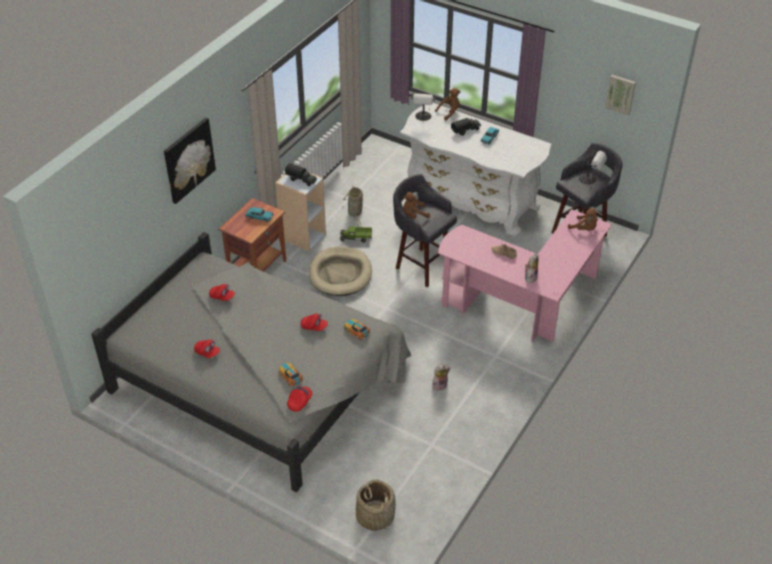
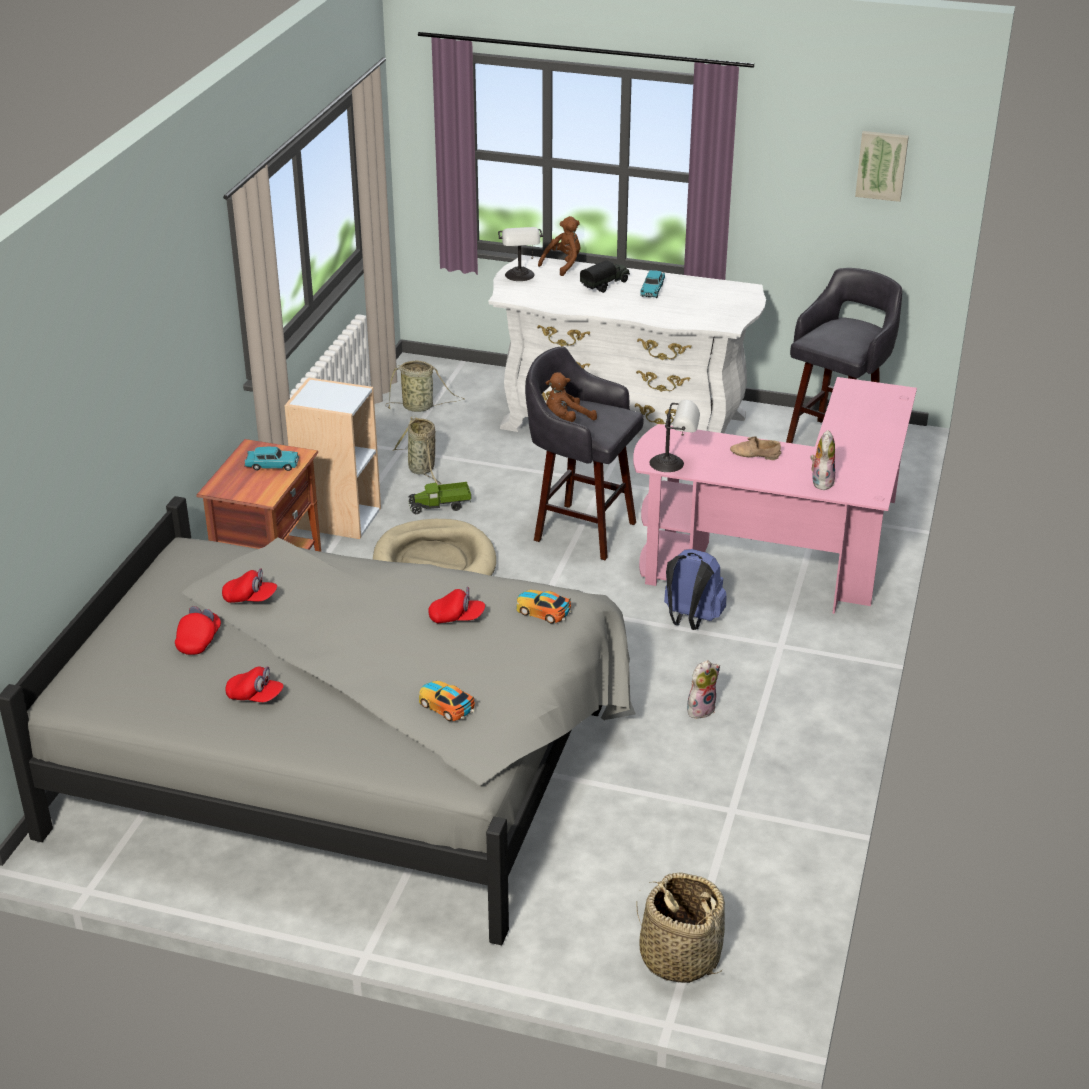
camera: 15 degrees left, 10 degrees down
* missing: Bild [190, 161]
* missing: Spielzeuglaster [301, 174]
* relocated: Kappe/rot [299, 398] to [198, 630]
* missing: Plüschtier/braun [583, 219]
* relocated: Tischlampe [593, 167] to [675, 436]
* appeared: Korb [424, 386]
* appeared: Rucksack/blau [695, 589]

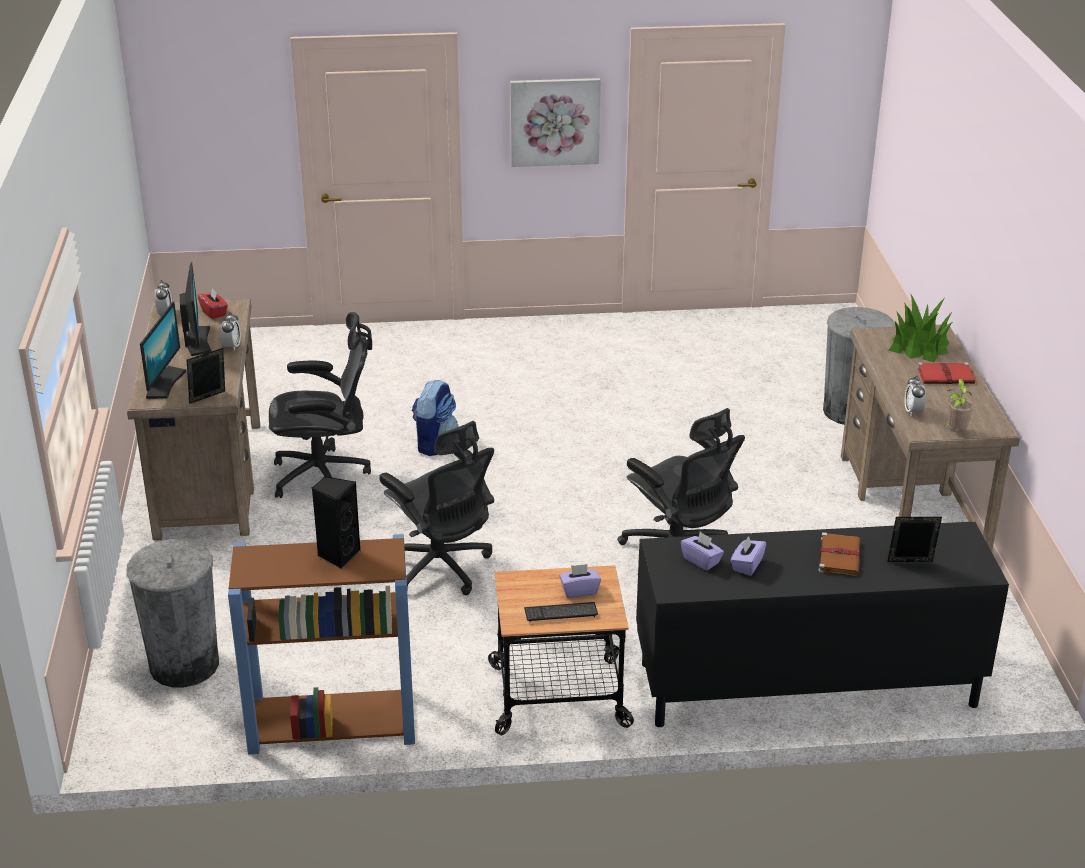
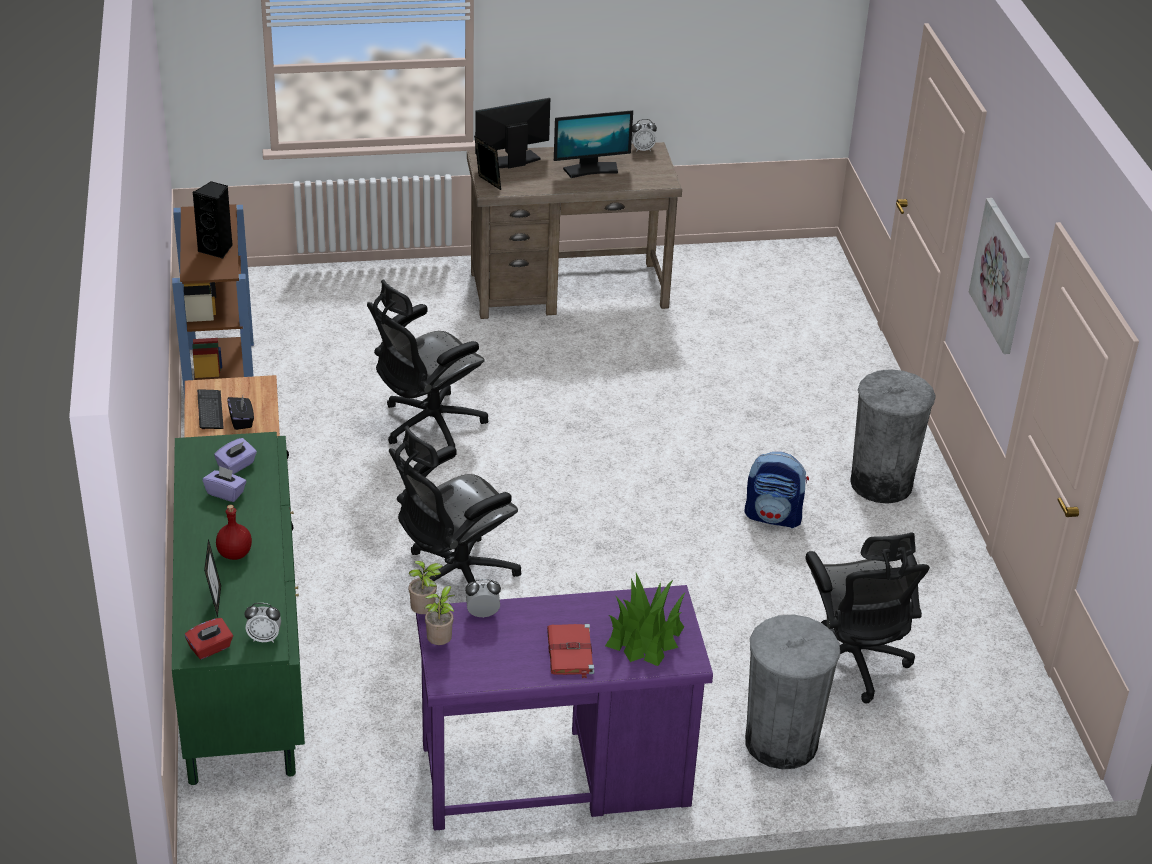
camera: 85 degrees right, 5 degrees up
* relocated: Mülleimer/grau [172, 613] to [893, 436]
* spun: Monitor [163, 350] = [512, 133] 150 degrees clockwise
* relocated: Taschentuchbox/rot [213, 303] to [209, 638]
* relocated: Wecker [231, 331] to [262, 623]
* relocated: Bürostuhl [320, 405] to [867, 618]
* relocated: Rucksack [435, 418] to [776, 490]
* colour: Taschentuchbox/lila [580, 581] to Taschentuchbox/schwarz [240, 413]
* colour: Schrank/schwarz [822, 624] to Schrank/grün [238, 608]
* exchanged: Buch/braun [839, 554] to Flasche/rot [234, 532]
* colour: Schreibtisch/braun [930, 438] to Schreibtisch/lila [564, 708]
* appeared: Topfpflanze [426, 587]

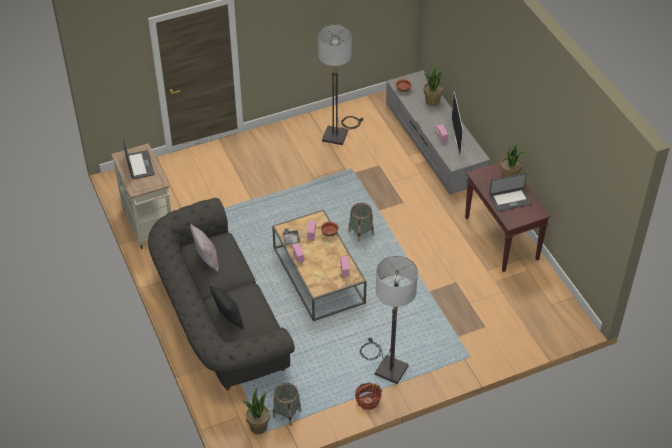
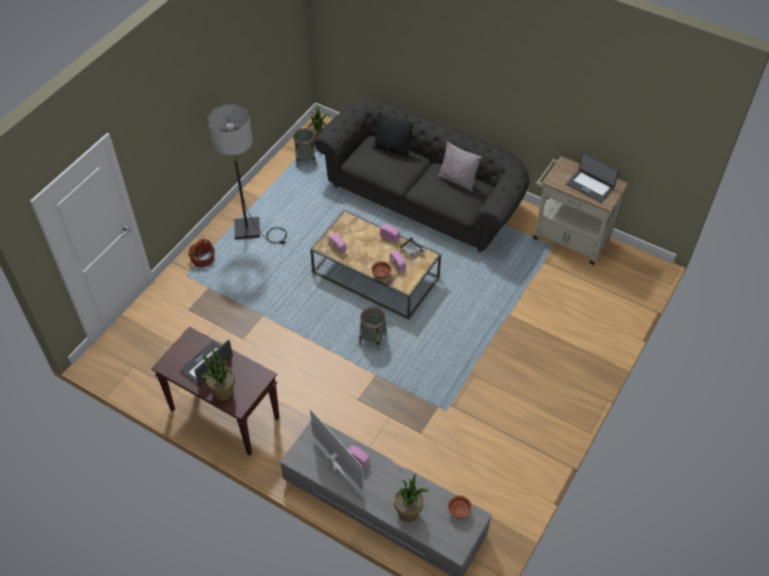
camera: 145 degrees right, 5 degrees up
* missing: Stehlampe [340, 84]
* relocated: Korb [368, 396] to [201, 253]

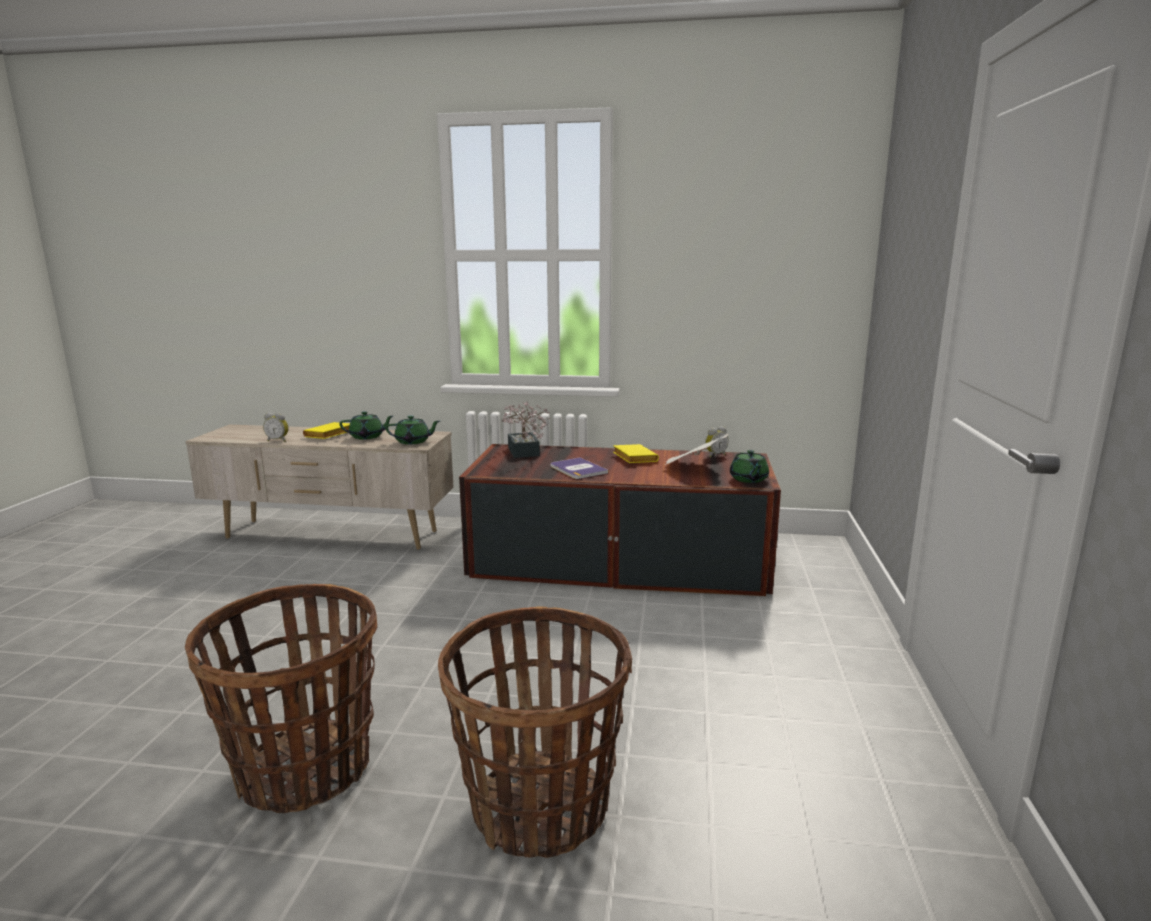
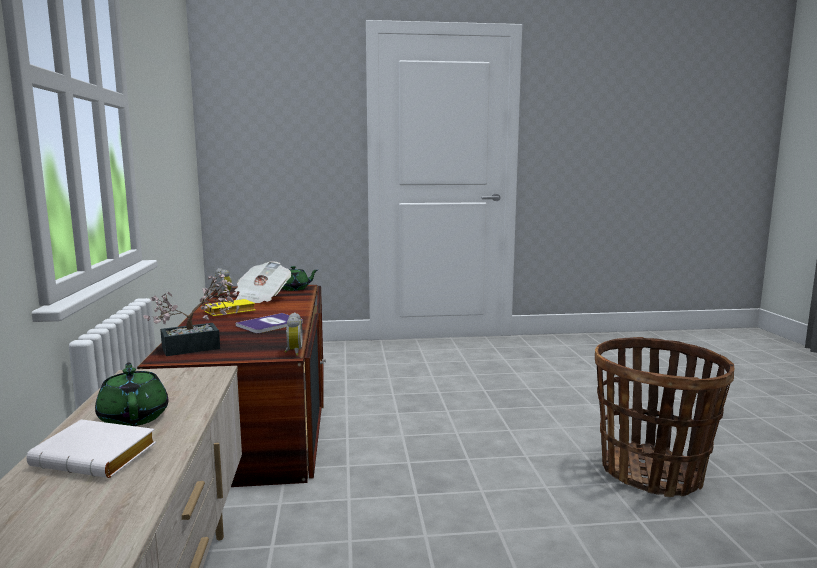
camera: 105 degrees left, 5 degrees down
* relocated: Wecker [276, 427] to [293, 334]
* colour: Buch/gelb [326, 430] to Buch/weiß [91, 448]
* missing: Teekanne/grün [412, 430]
* missing: Korb [535, 732]

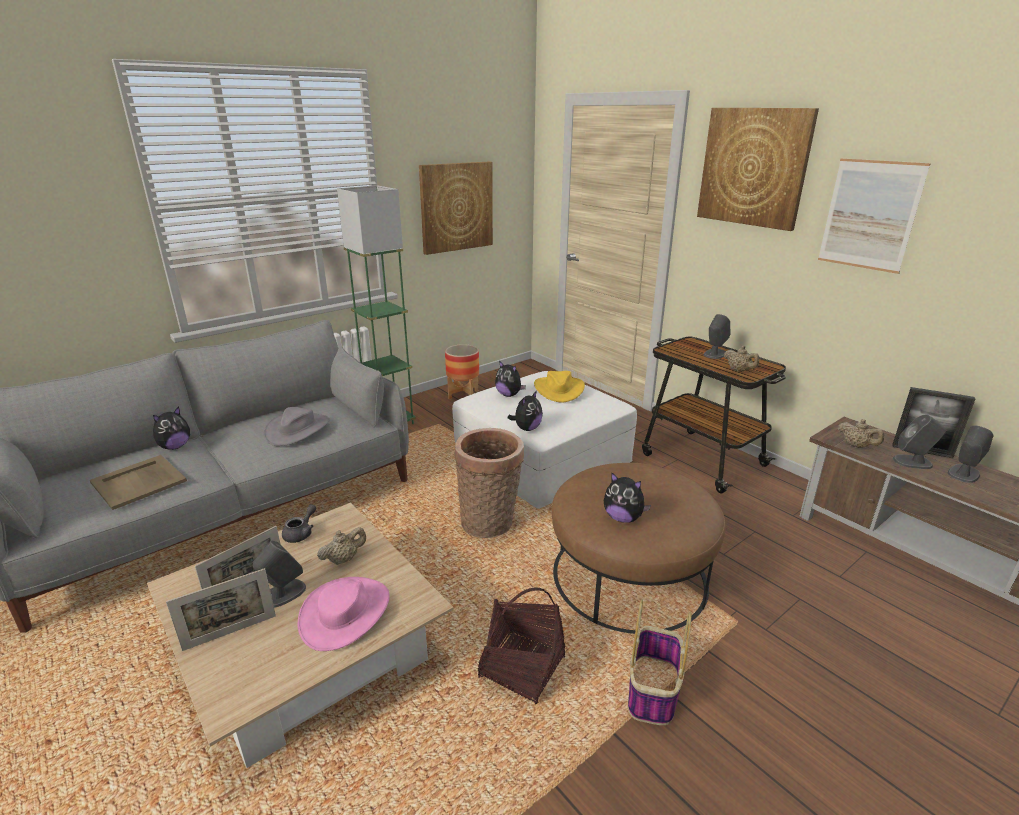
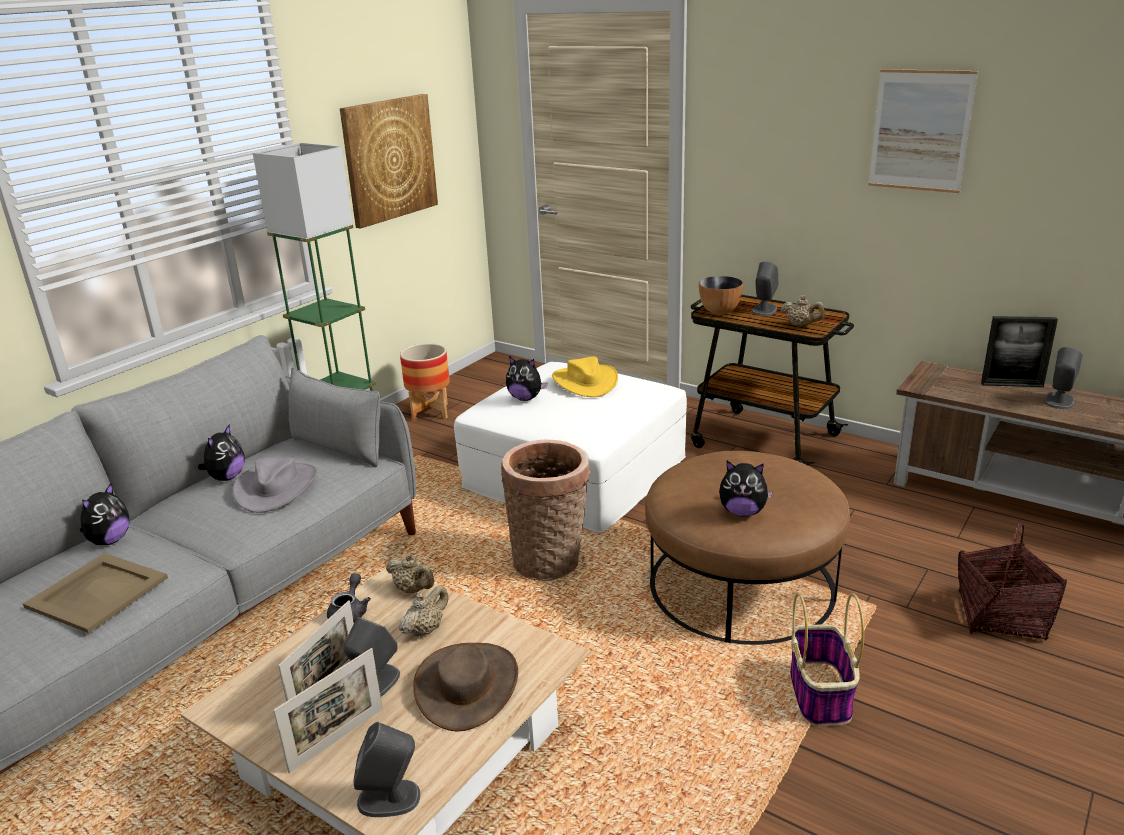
camera: 15 degrees left, 0 degrees up
* colour: Hut/rosa [344, 614] to Hut/braun [465, 687]
* relocated: Korb [521, 645] to [1012, 581]
* relocated: Plüschtier [525, 411] to [221, 453]
* missing: Bild [758, 169]
* relocated: Teekanne/beige [861, 433] to [410, 573]
* relocated: Lautsprecher/grau [919, 441] to [387, 769]
* appeared: Schüssel [721, 295]

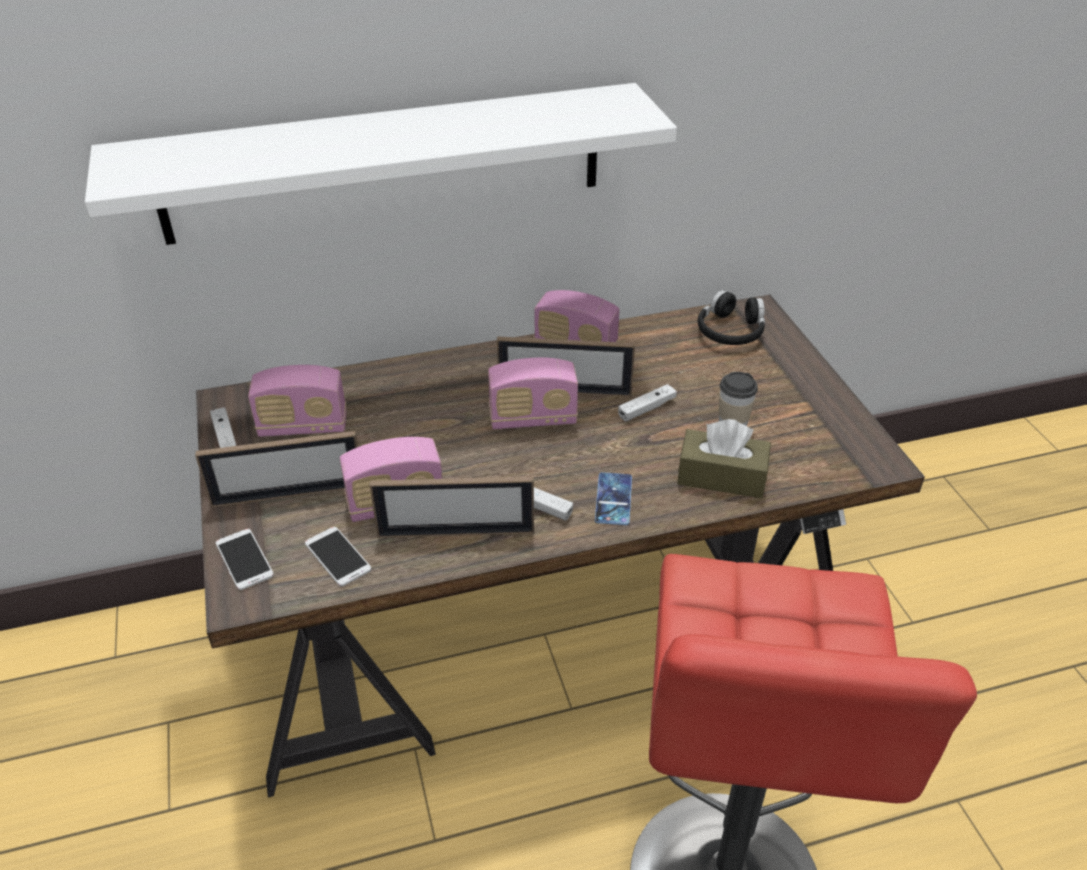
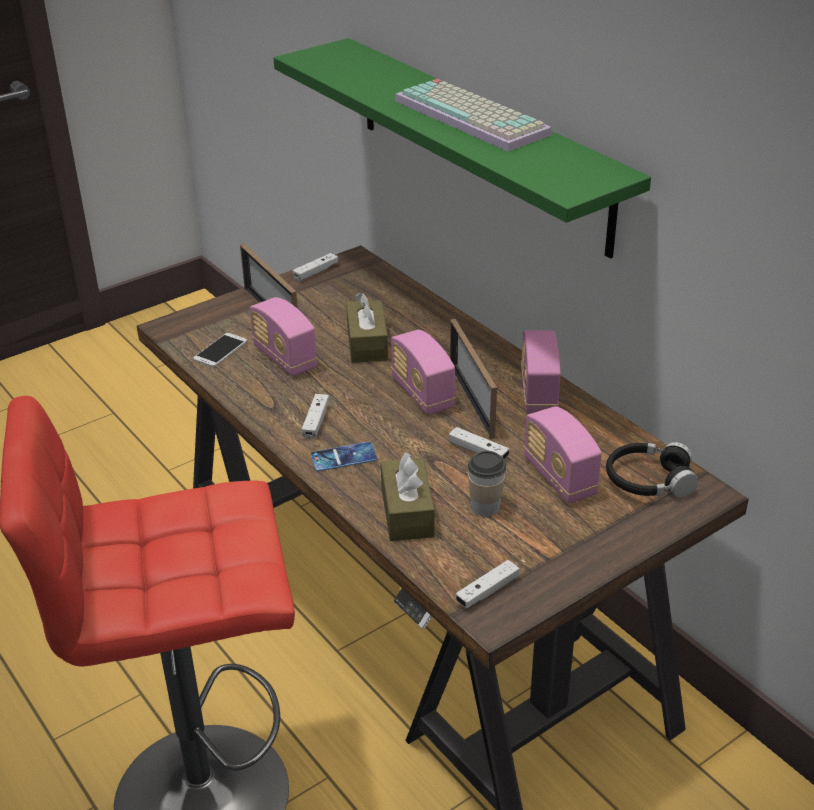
camera: 70 degrees right, 5 degrees down
* colour: Wandregal/weiß [381, 164] to Wandregal/grün [462, 148]
* missing: Handy [245, 559]
* relocated: Radio [297, 401] to [563, 454]
* missing: Bilderrahmen [452, 507]
* appeared: Taschentuchbox/braun [367, 327]
* appeared: Tastatur [473, 115]
* appeared: Gamepad/weiß [487, 584]

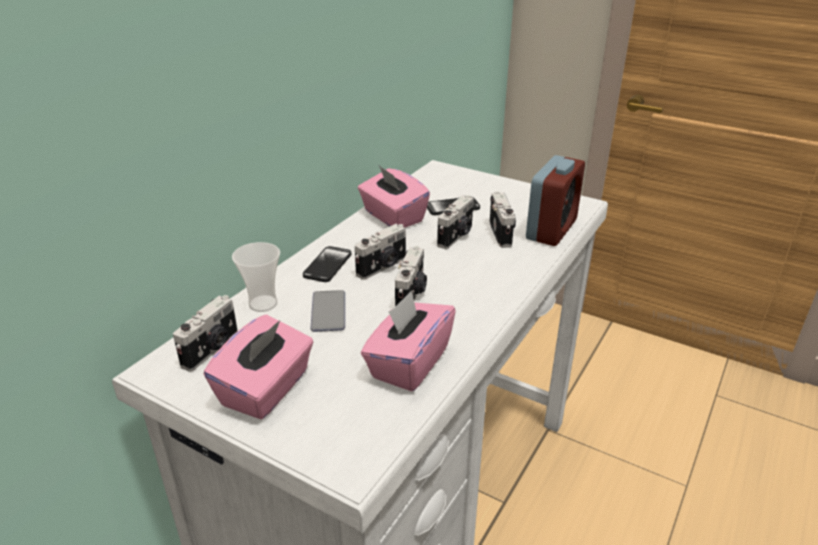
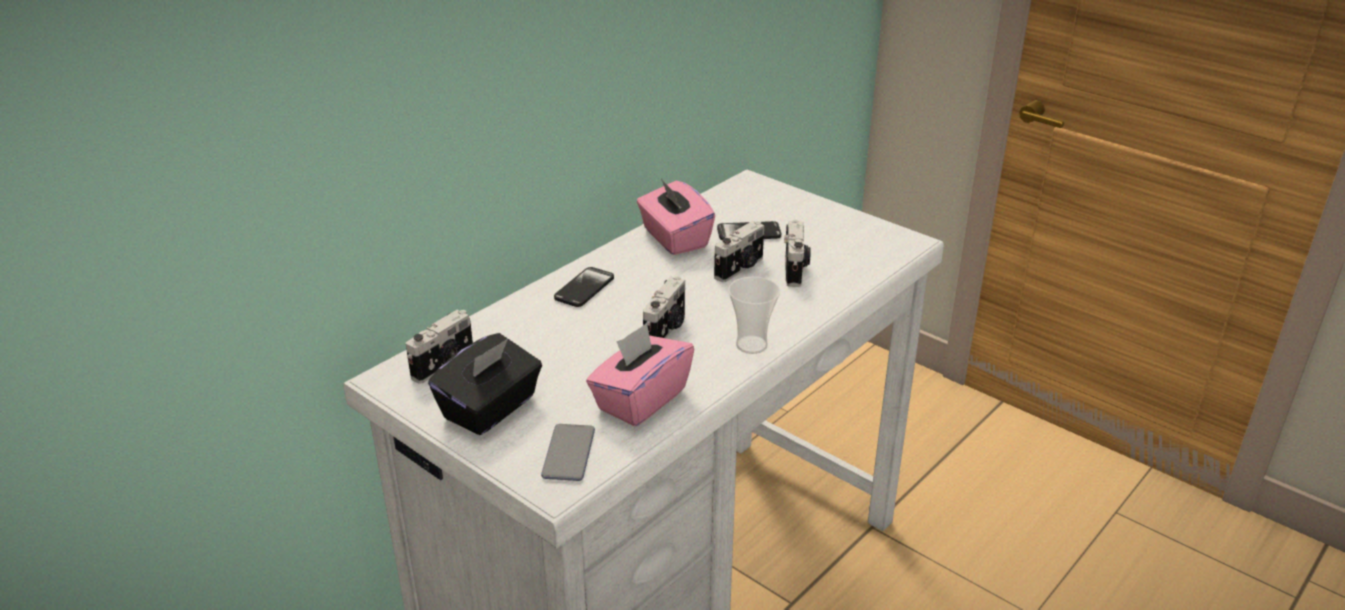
camera: 10 degrees right, 0 degrees up
* colour: Taschentuchbox/rosa [258, 366] to Taschentuchbox/schwarz [485, 384]
* relocated: Tasse [256, 277] to [754, 315]
* relocated: Handy [327, 311] to [568, 452]
* missing: Kamera [380, 252]
* missing: Wecker [555, 200]

